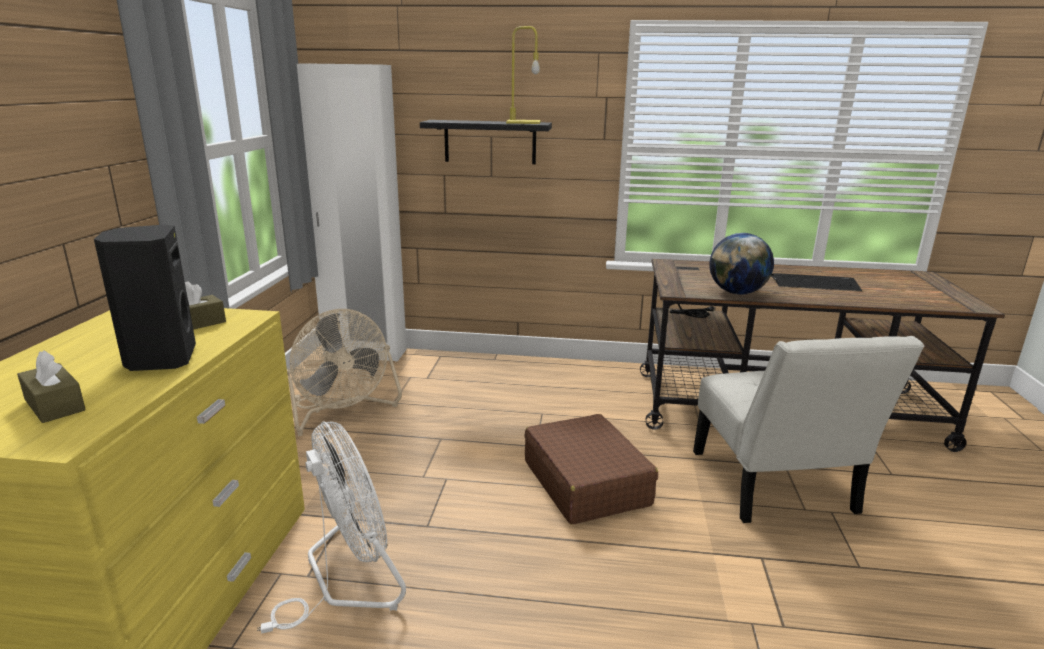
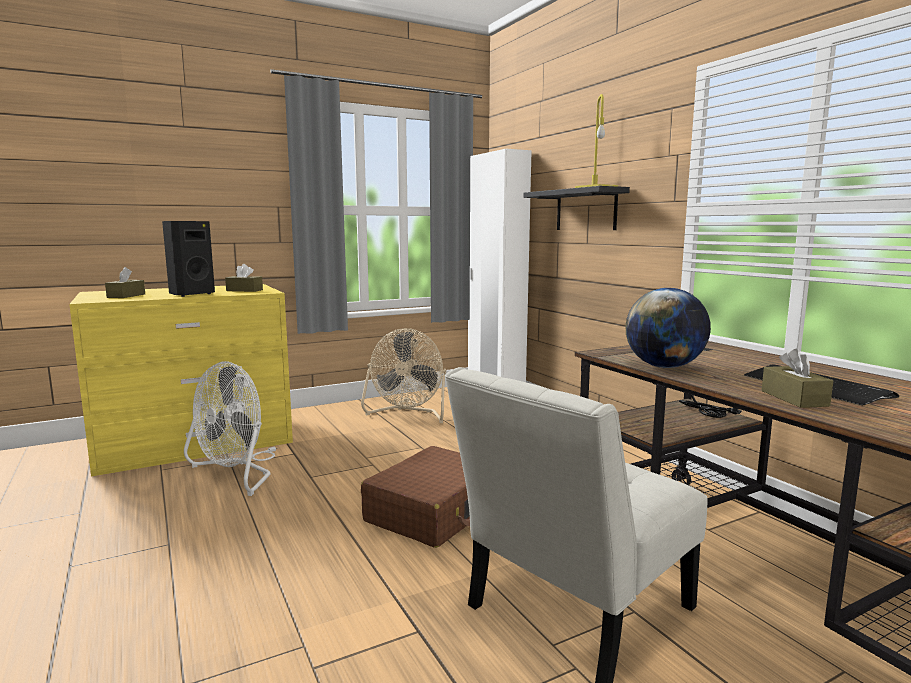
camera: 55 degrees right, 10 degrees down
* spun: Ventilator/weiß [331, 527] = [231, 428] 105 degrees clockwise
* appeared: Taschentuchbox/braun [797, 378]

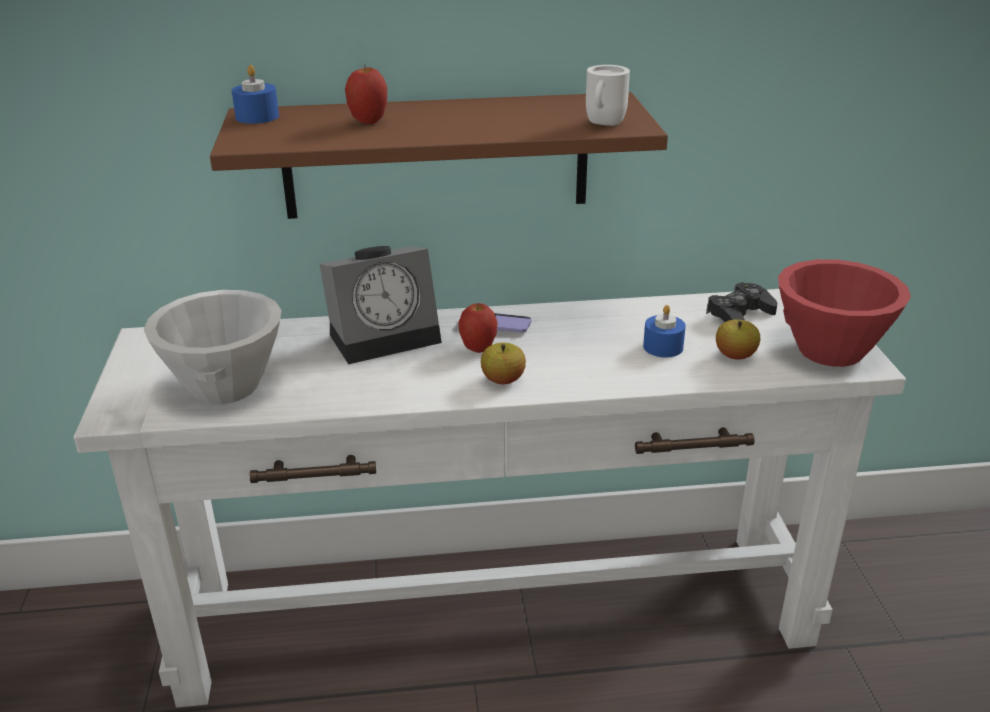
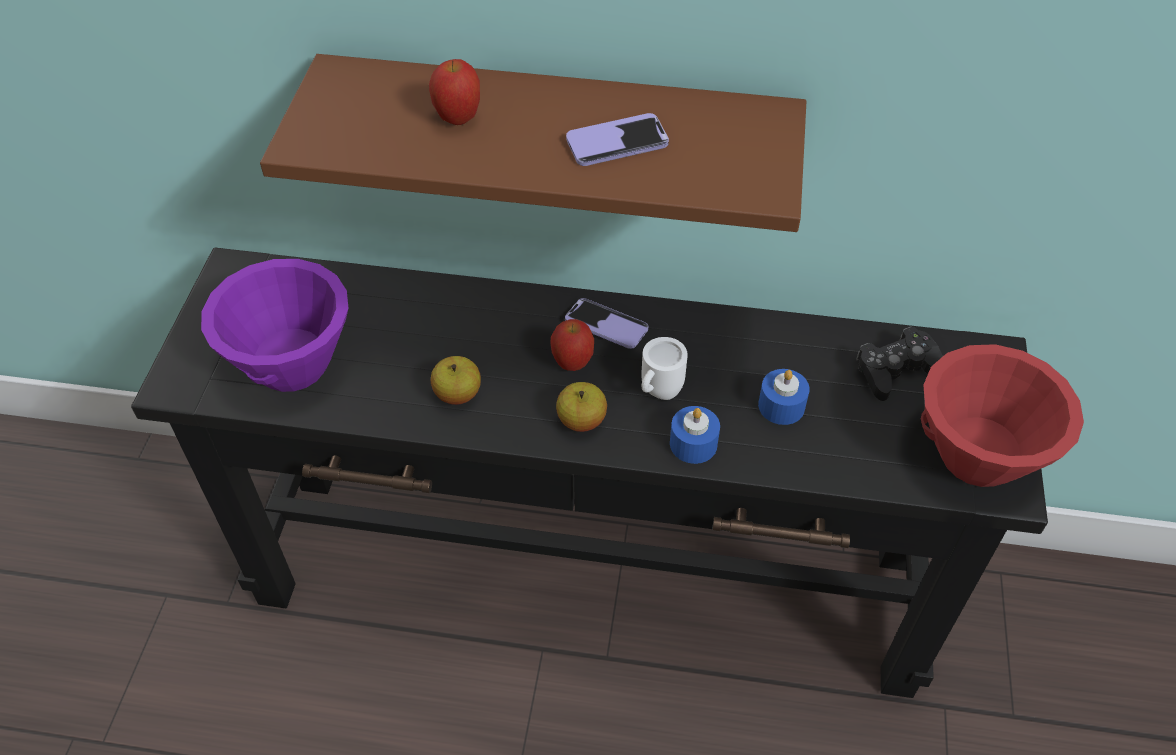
camera: 15 degrees right, 20 degrees up
* colour: Konsolentisch/weiß [490, 498] to Konsolentisch/schwarz [589, 473]
* colour: Schüssel/weiß [213, 347] to Schüssel/lila [274, 325]
* relocated: Kerze/blau [255, 94] to [695, 435]
* missing: Wecker [381, 305]
* relocated: Henkelbecher/weiß [608, 95] to [664, 368]
* relocated: Apfel [738, 340] to [456, 380]
* appeared: Handy [617, 139]

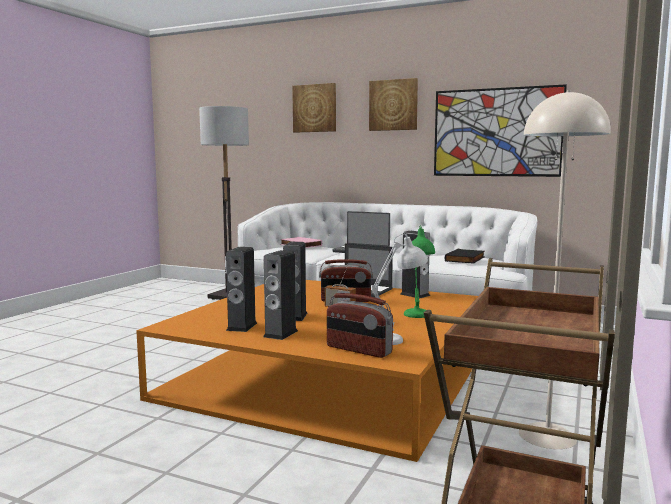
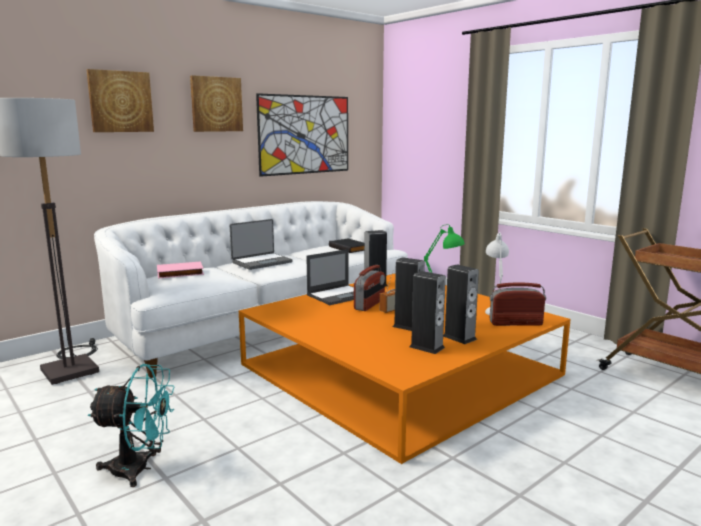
camera: 65 degrees left, 5 degrees up
* spun: Radio [360, 325] = [518, 304] 150 degrees counterclockwise
* missing: Stehlampe/beige [565, 269]
* appeared: Ventilator/türkis [131, 425]

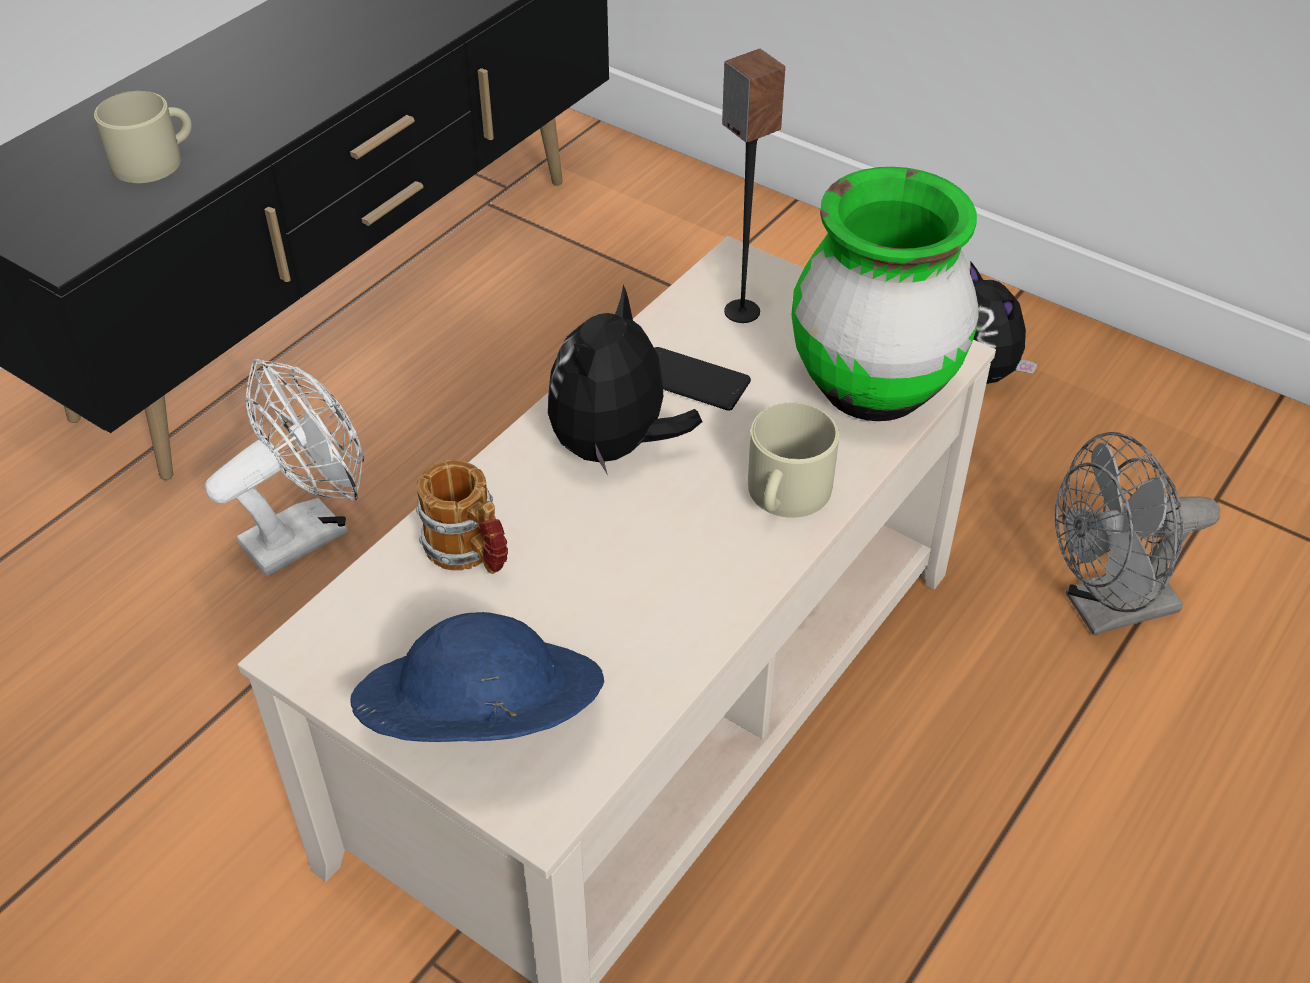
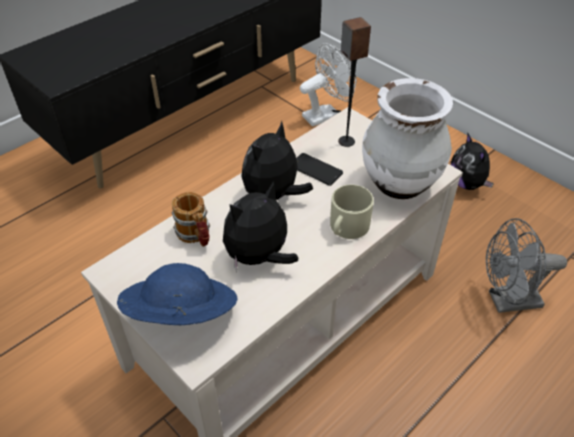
camera: 10 degrees right, 0 degrees up
* missing: Henkelbecher/beige [143, 137]
* relocated: Ventilator/weiß [284, 467] to [328, 85]
* colour: Vase/grün [885, 294] to Vase/weiß [407, 138]
* appeared: Plüschtier [260, 226]

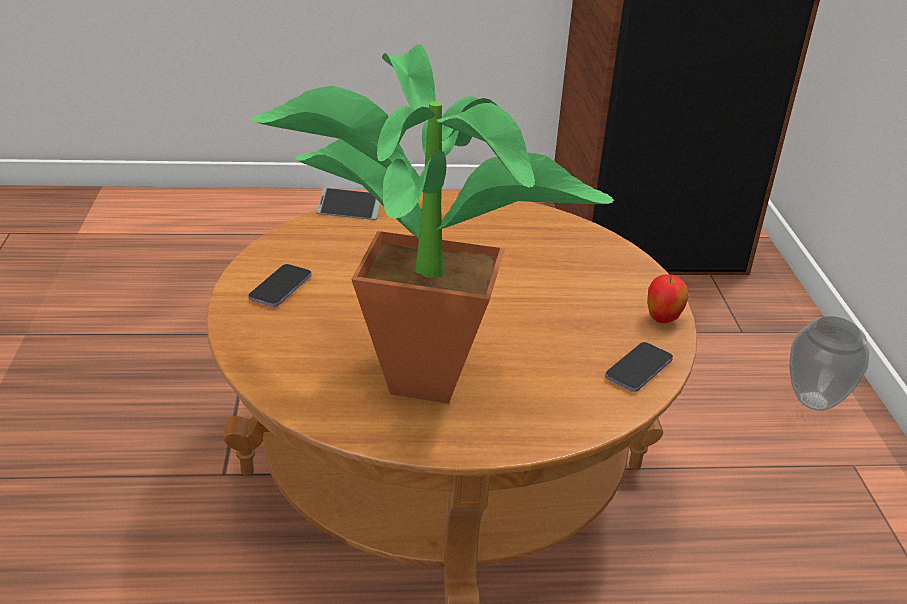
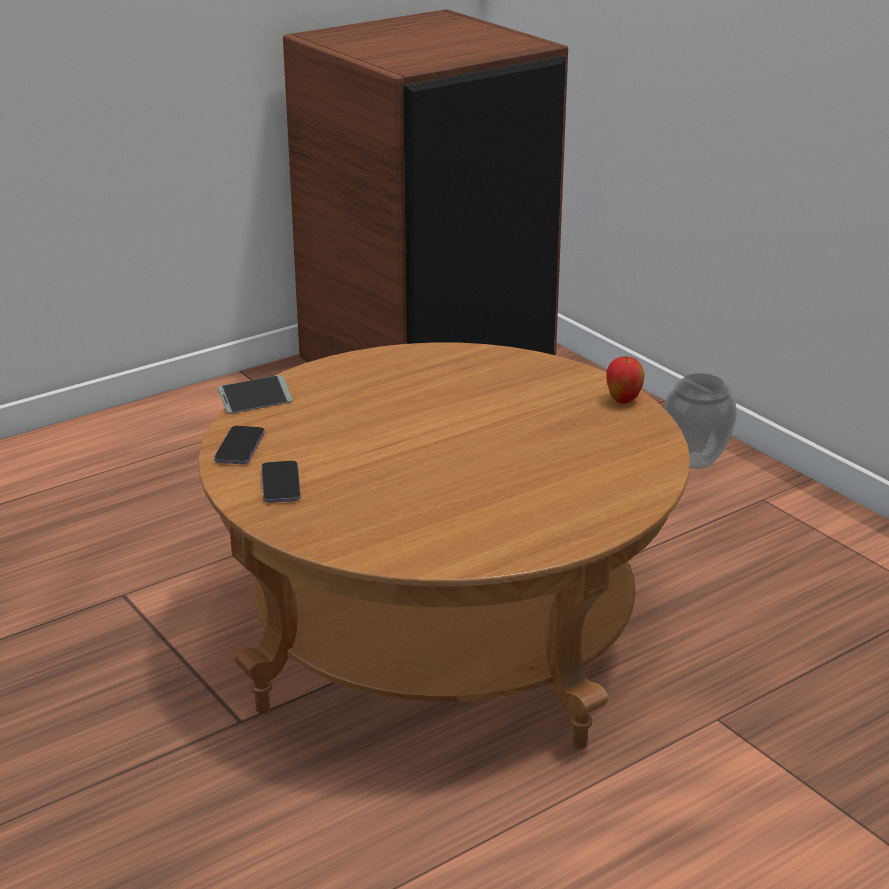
camera: 30 degrees left, 5 degrees down
* missing: Topfpflanze [432, 224]
* relocated: Handy [639, 367] to [239, 445]

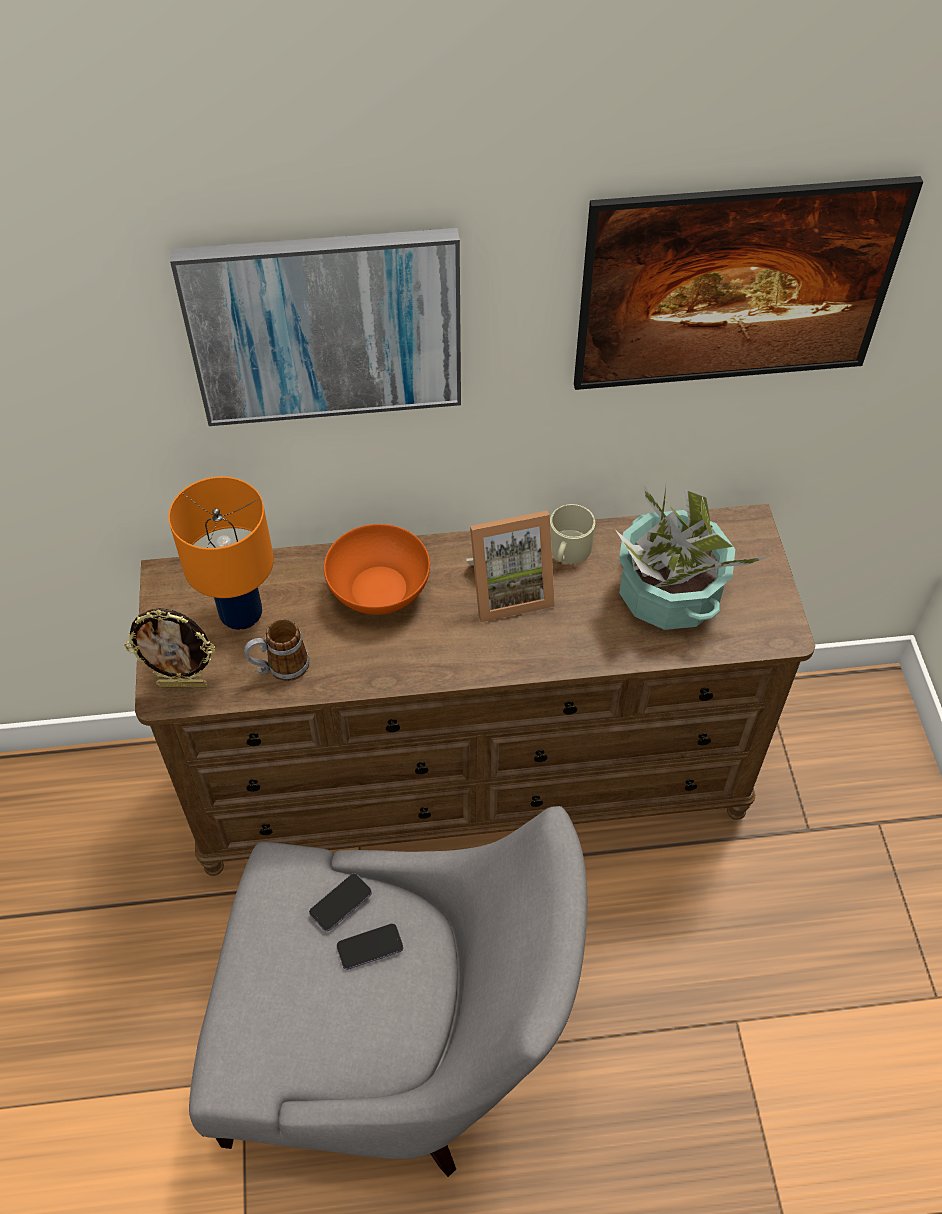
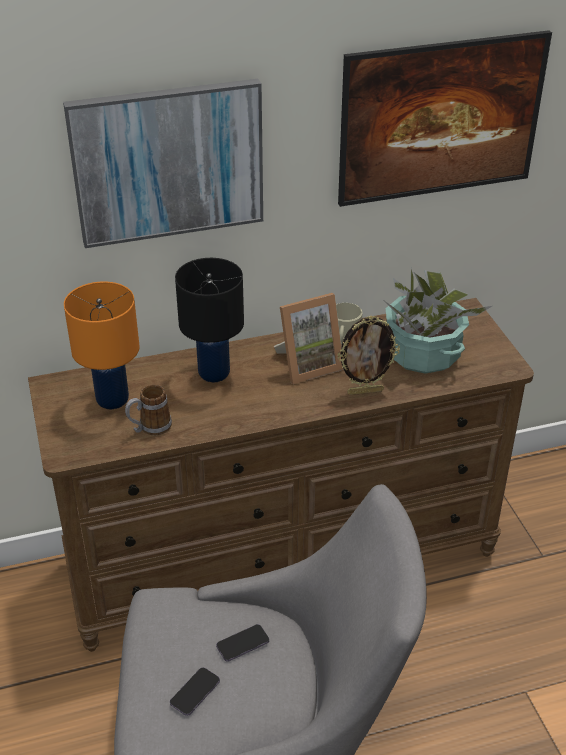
camera: 10 degrees left, 15 degrees down
* relocated: Bilderrahmen [169, 648] to [368, 355]
* relocated: Handy [340, 903] to [195, 691]
* exchanged: Schüssel/orange [377, 569] to Tischlampe/schwarz [209, 320]

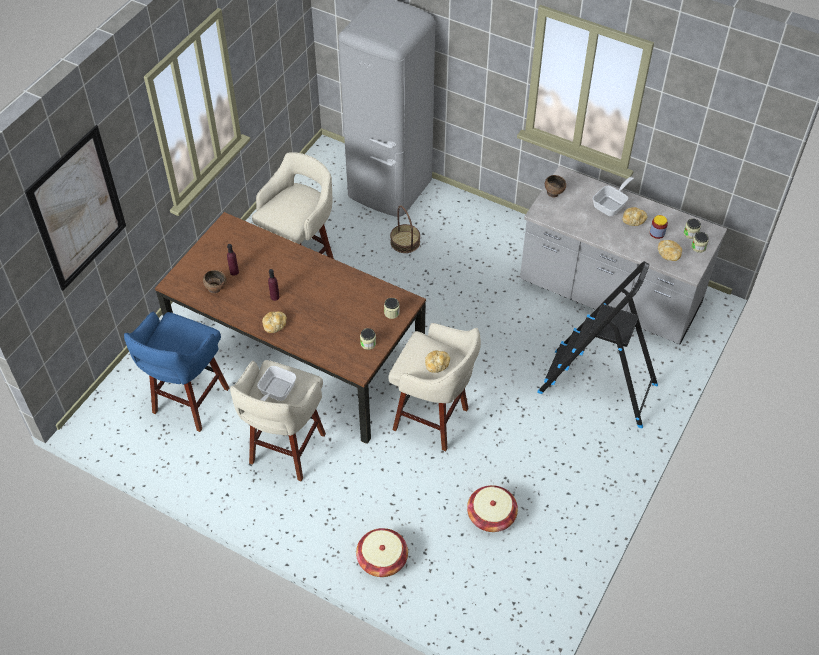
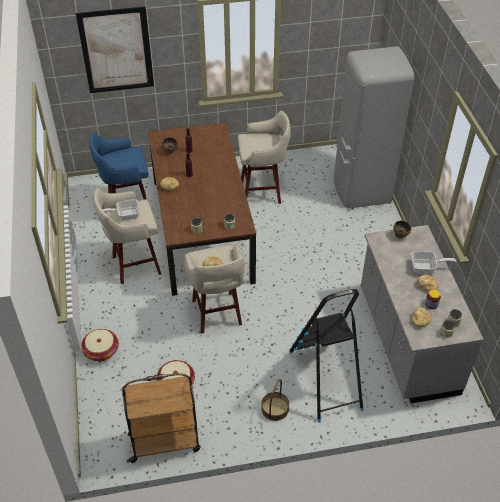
camera: 50 degrees right, 5 degrees down
* relocated: Korb [405, 229] to [275, 400]
* appeared: Rollwagen/braun [161, 418]

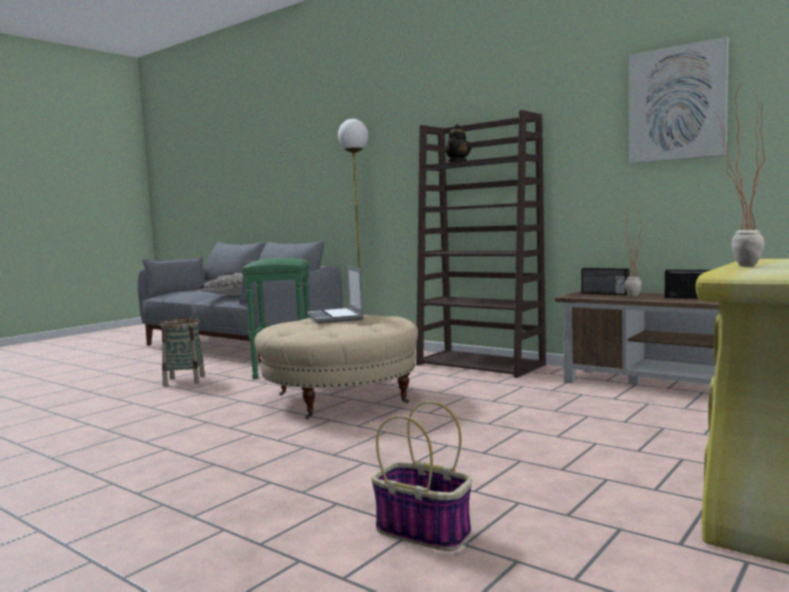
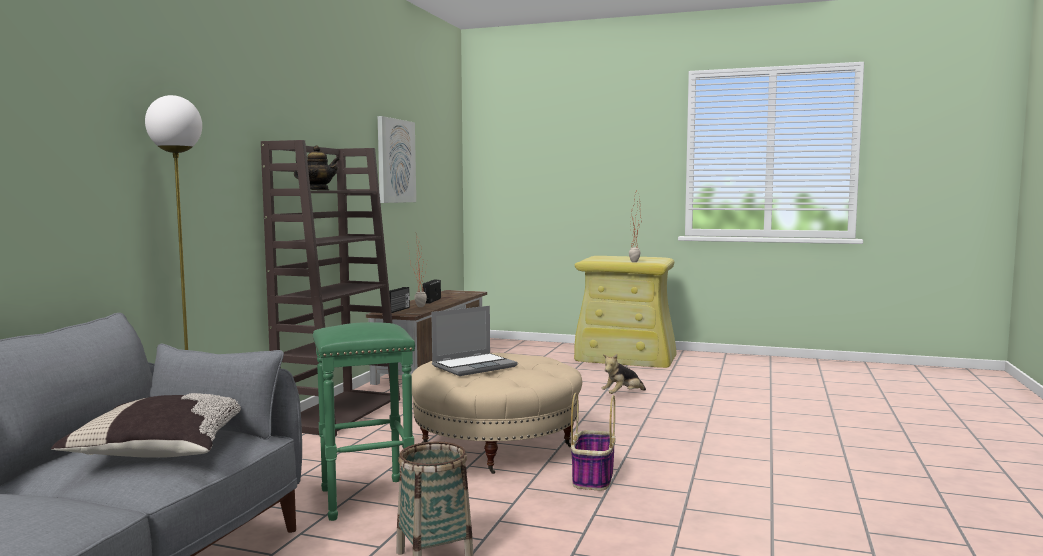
camera: 110 degrees left, 0 degrees up
* relocated: Korb [421, 476] to [593, 442]
* appeared: Plüschtier [623, 374]

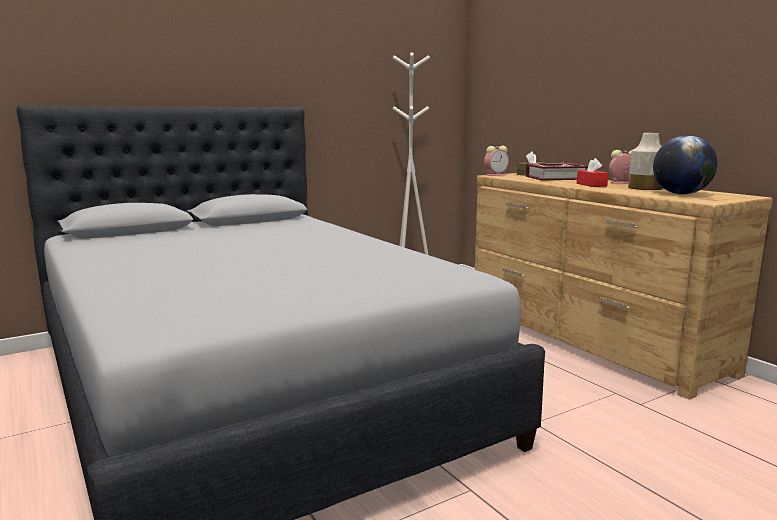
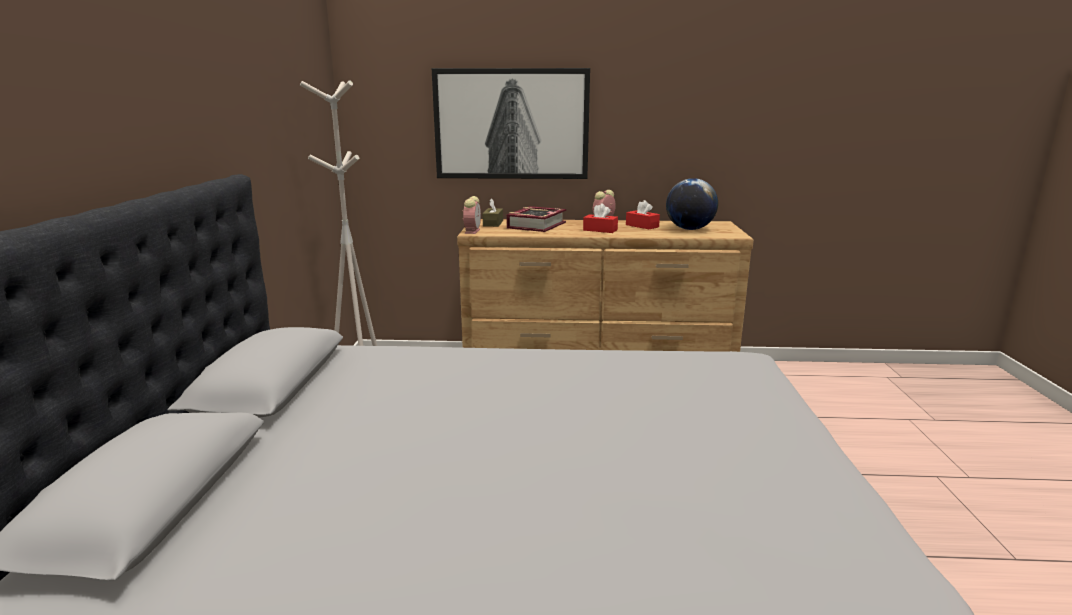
camera: 55 degrees left, 5 degrees up
* exchanged: Vase/beige [645, 161] to Taschentuchbox/rot [643, 214]
* appeared: Bild [511, 123]

